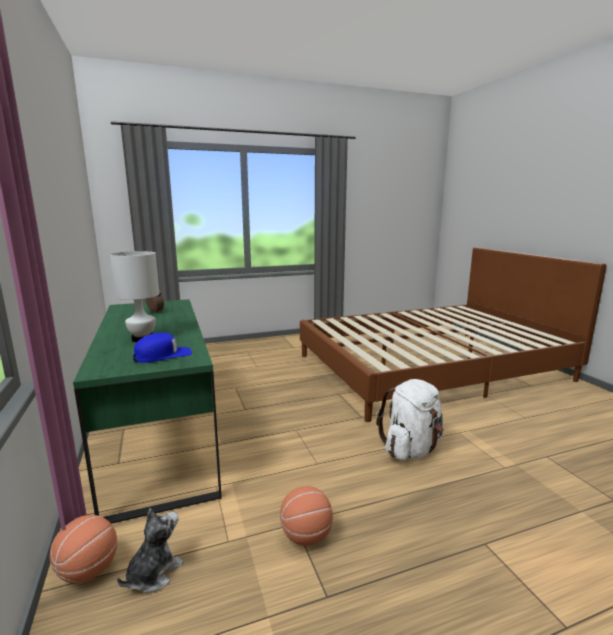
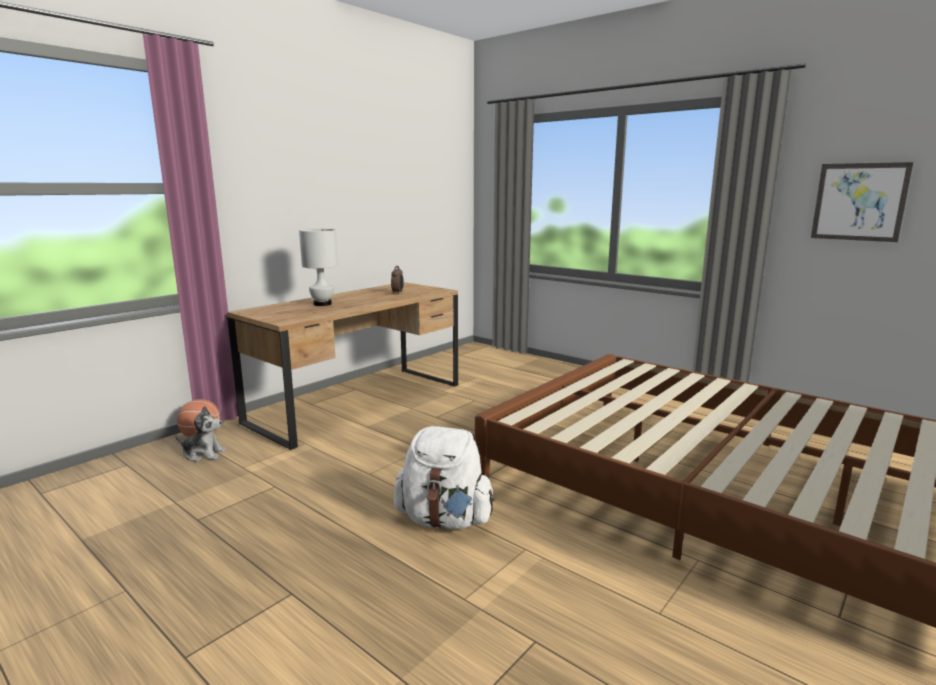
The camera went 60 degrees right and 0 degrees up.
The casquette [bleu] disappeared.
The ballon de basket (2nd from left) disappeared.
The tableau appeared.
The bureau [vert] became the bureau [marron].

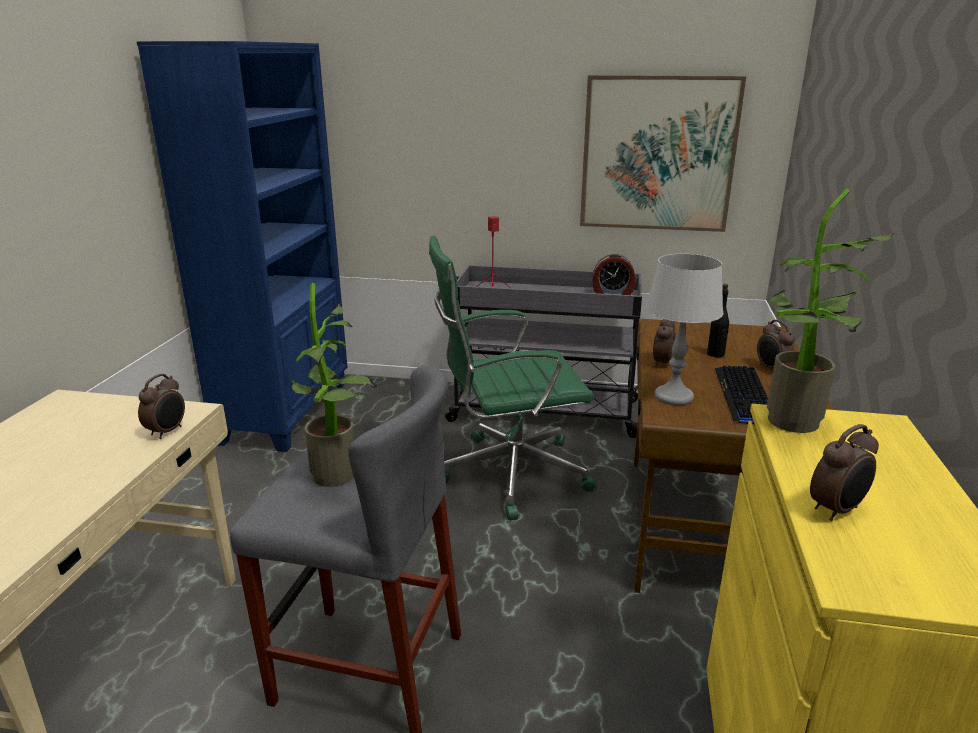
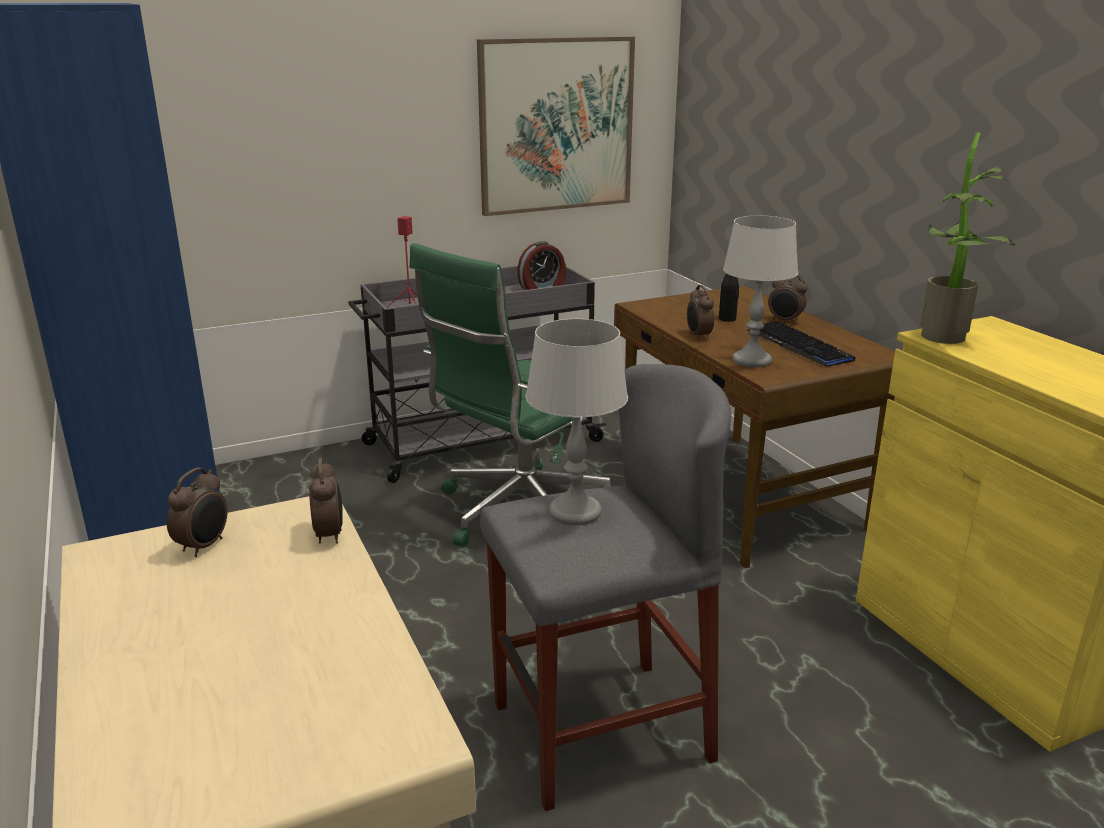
The camera went 35 degrees left and 0 degrees up.
The réveil (5th from left in the first image) moved.
The plante en pot (1st from left) was replaced by the lampe de table [gris] (1st from left).

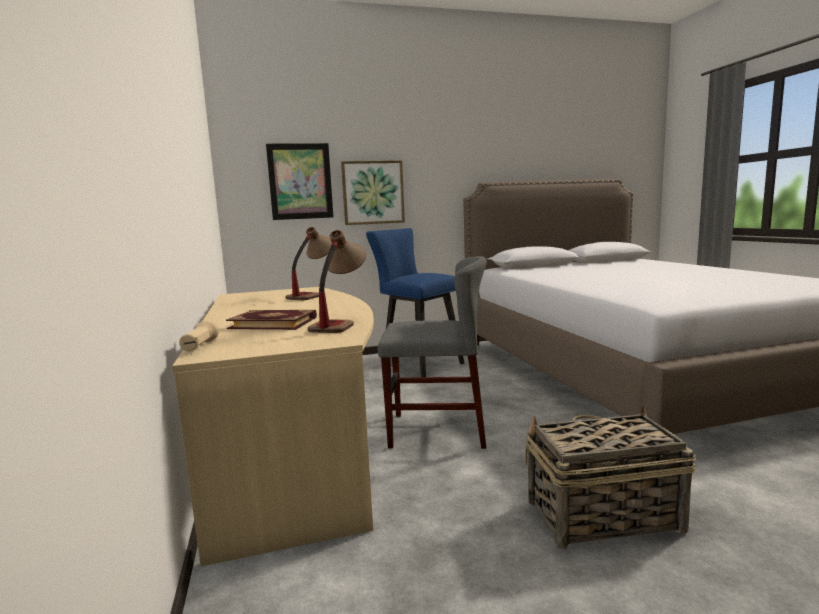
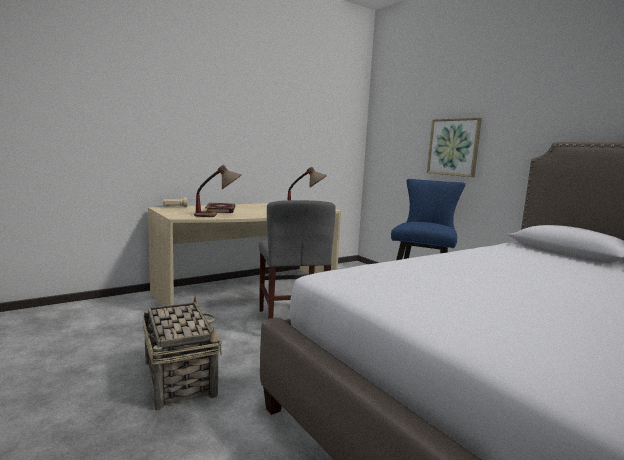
The camera went 70 degrees right and 0 degrees up.
The tableau (1st from left) disappeared.

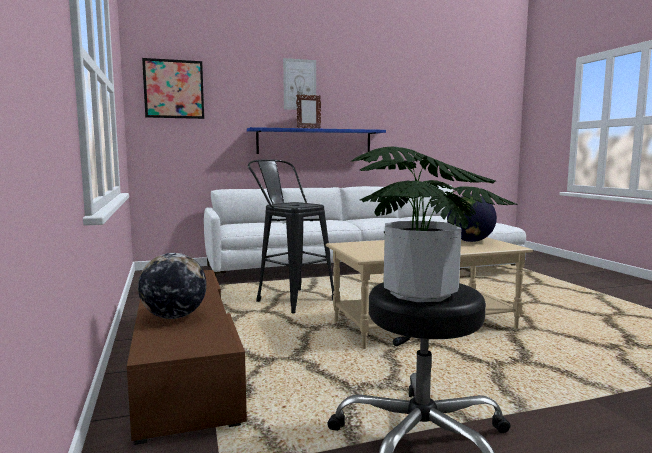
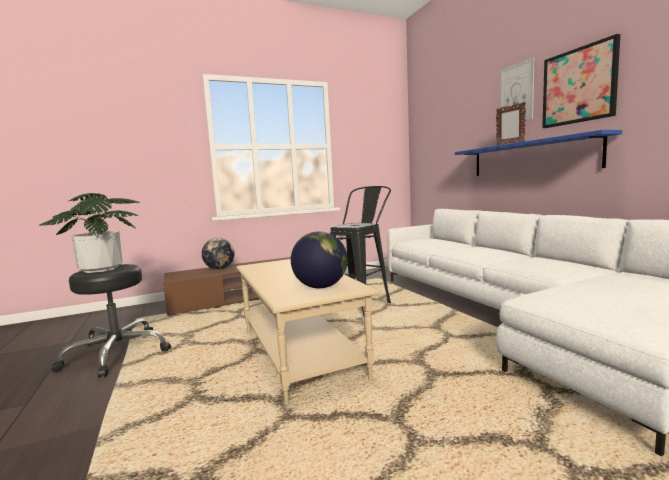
The camera went 85 degrees right and 0 degrees up.
The tableau (1st from left in the first image) moved.

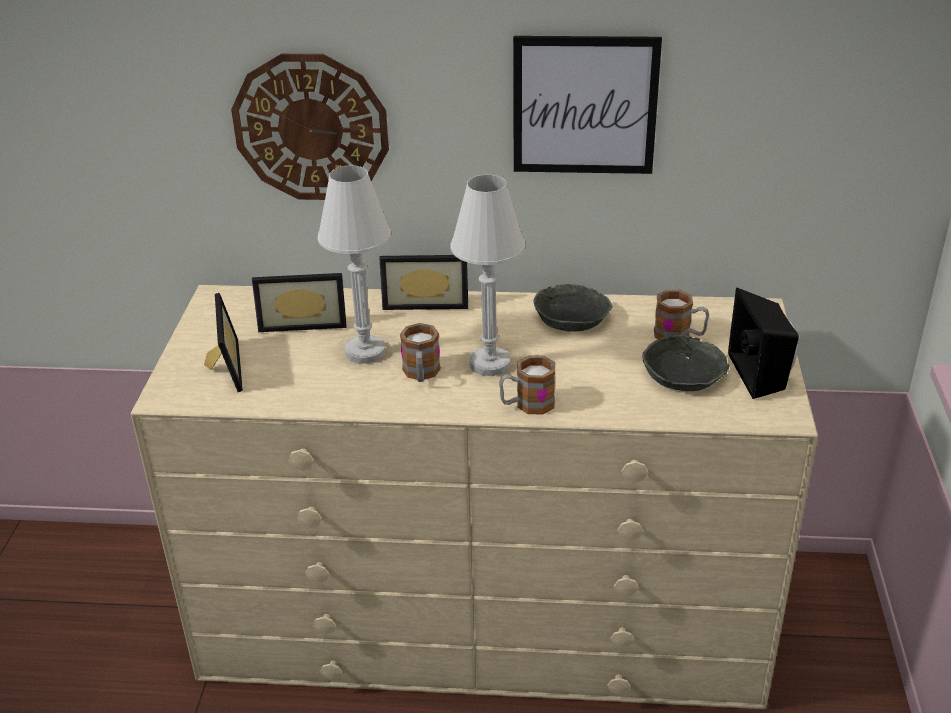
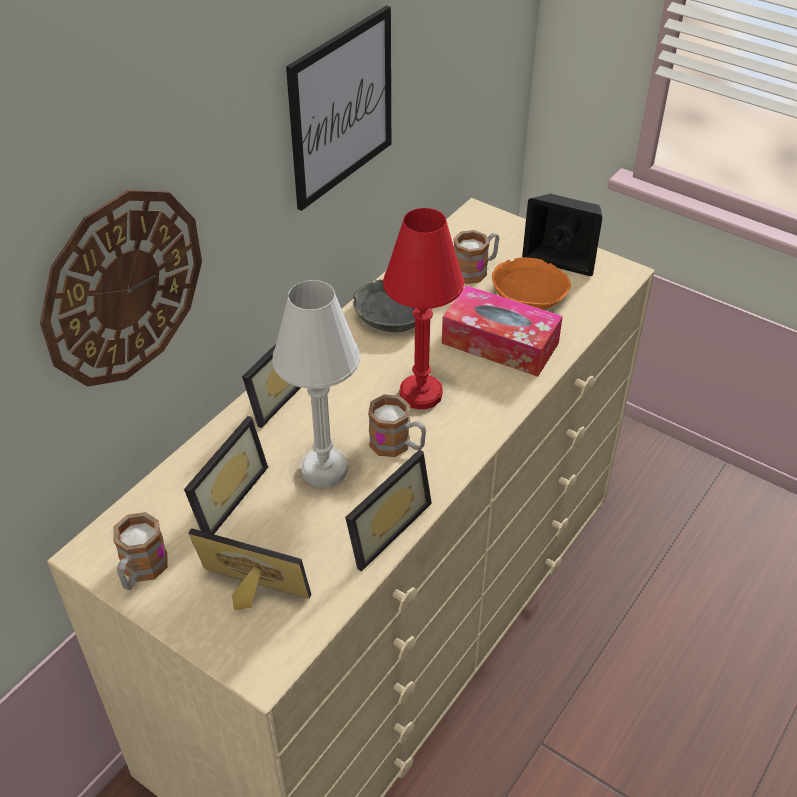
The camera went 60 degrees left and 10 degrees up.
The cadre photo (4th from left) appeared.
The boîte à mouchoirs appeared.
The mug (2nd from left in the first image) moved.
The lampe de table [blanc] (2nd from left) became the lampe de table [rouge].
The bol [gris] (2nd from left) became the bol [orange].

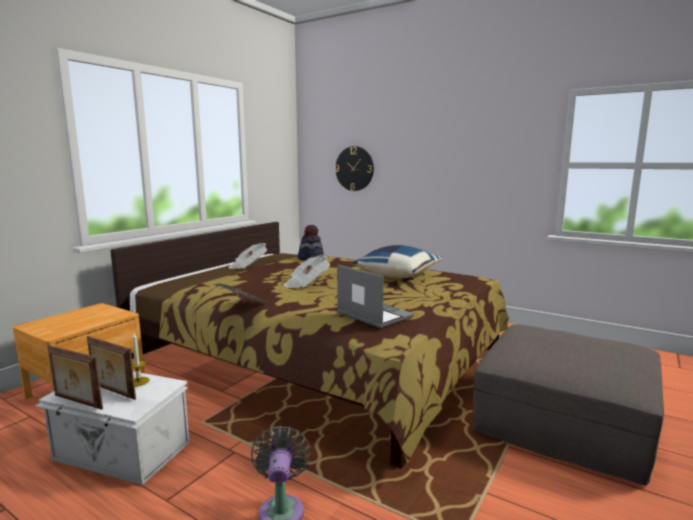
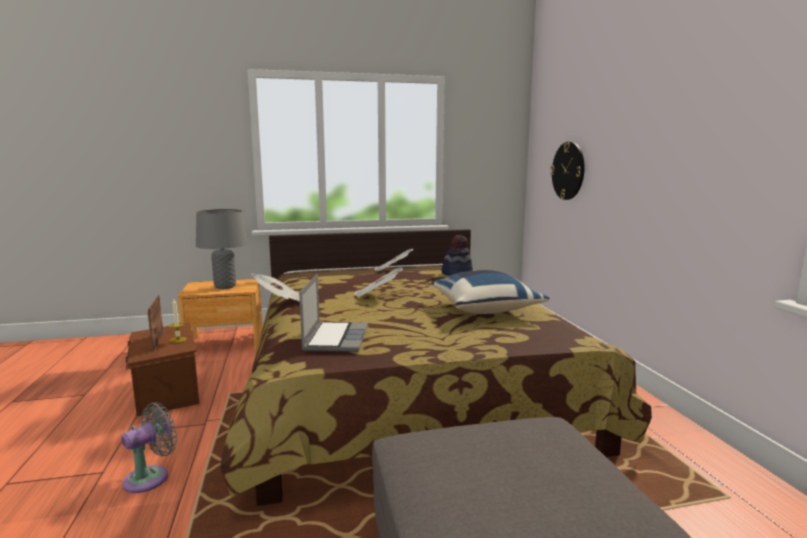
The camera went 45 degrees right and 0 degrees up.
The cadre photo (1st from left) disappeared.
The lampe de table [gris] appeared.
The boîte de rangement [blanc] became the boîte de rangement [marron].

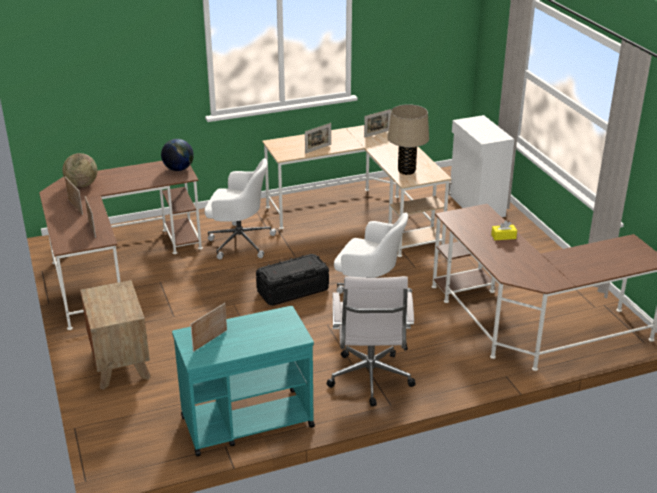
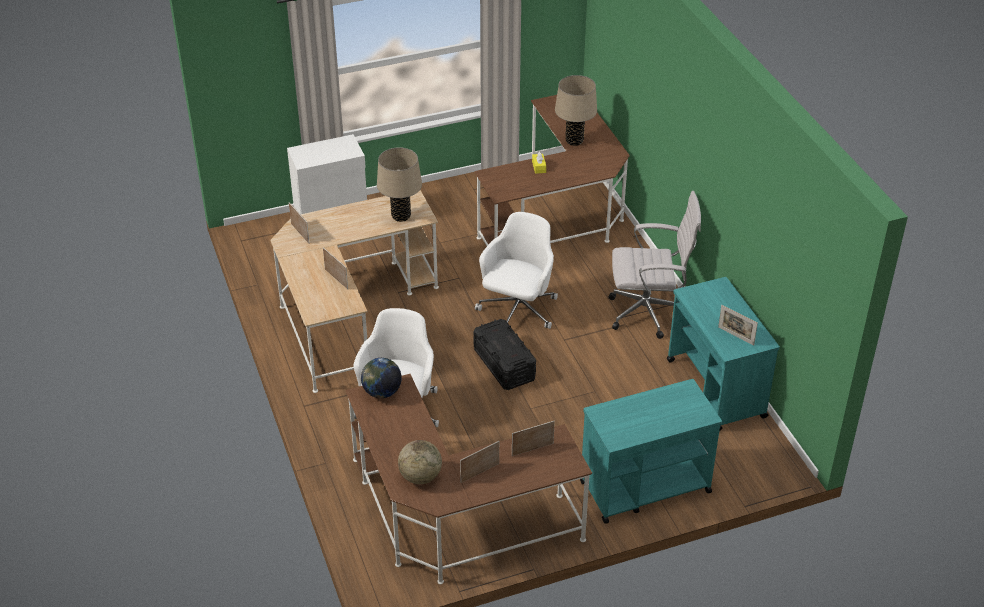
The camera went 90 degrees left and 10 degrees up.
The lampe de table [beige] (2nd from left) appeared.
The table de chevet [marron] was replaced by the chariot [turquoise] (1st from left).

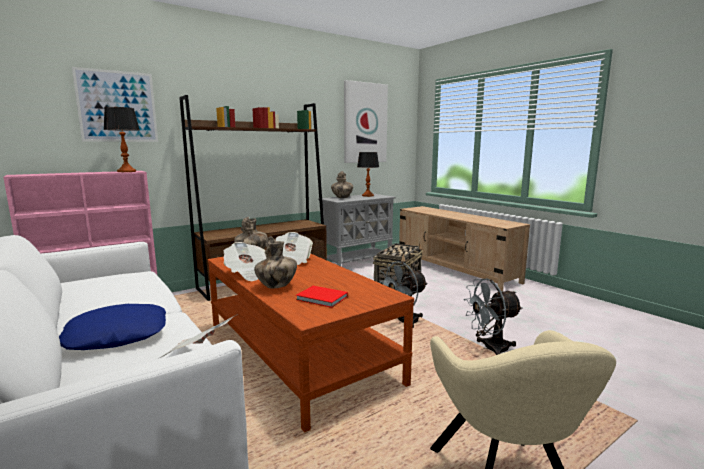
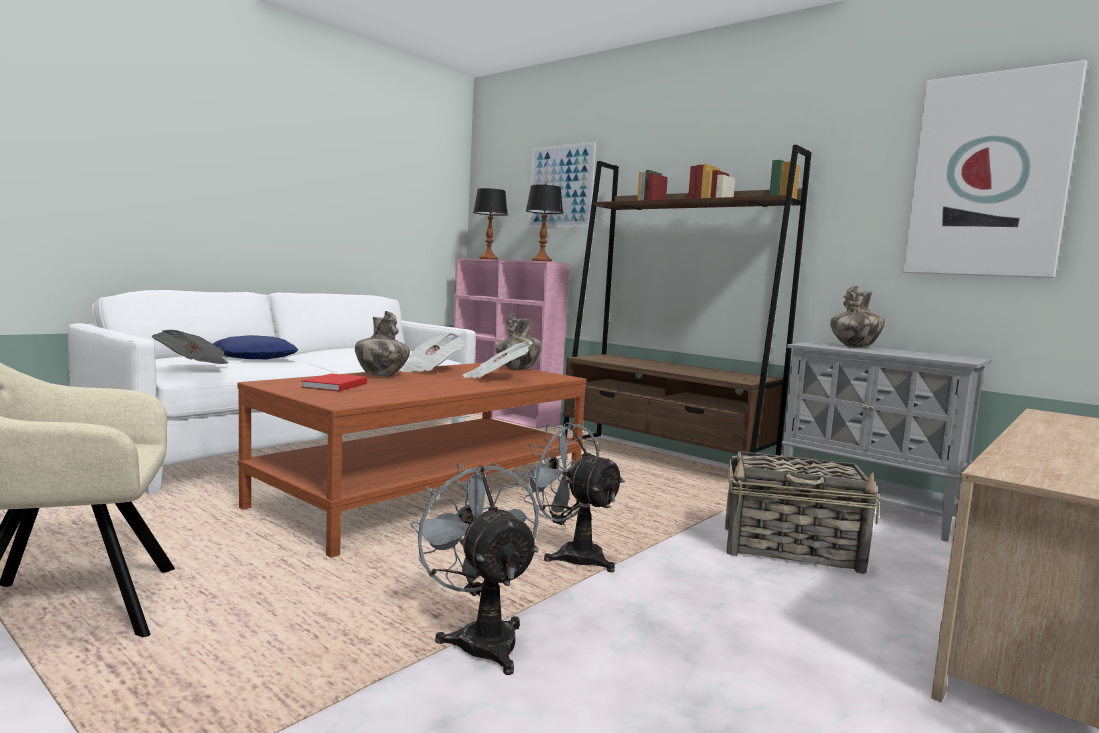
The camera went 75 degrees right and 5 degrees down.
The lampe de table (2nd from left in the first image) moved.

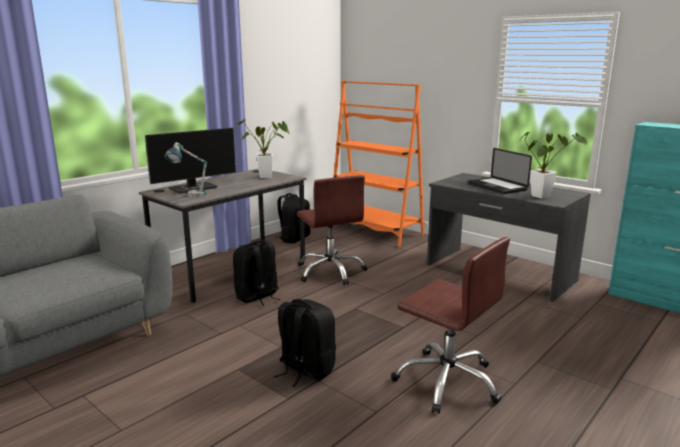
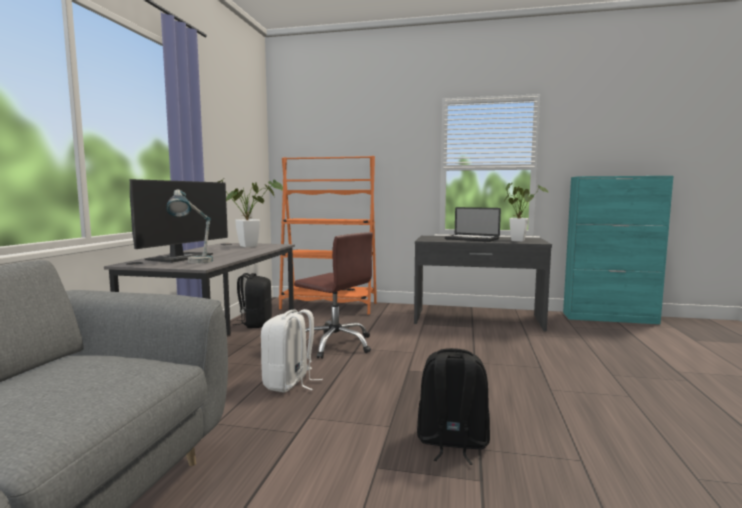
The camera went 30 degrees left and 10 degrees down.
The chaise de bureau [marron] (2nd from left) disappeared.
The sac à dos [noir] (1st from left) became the sac à dos [blanc].

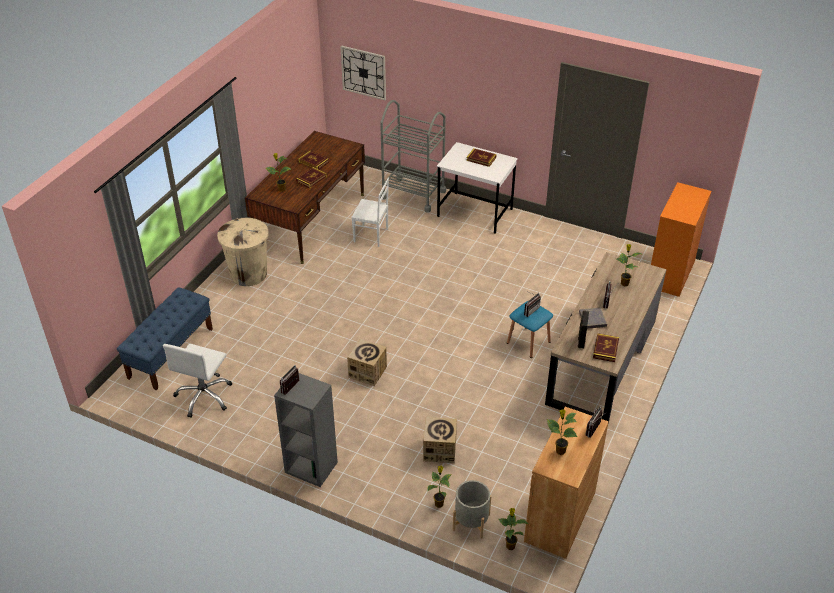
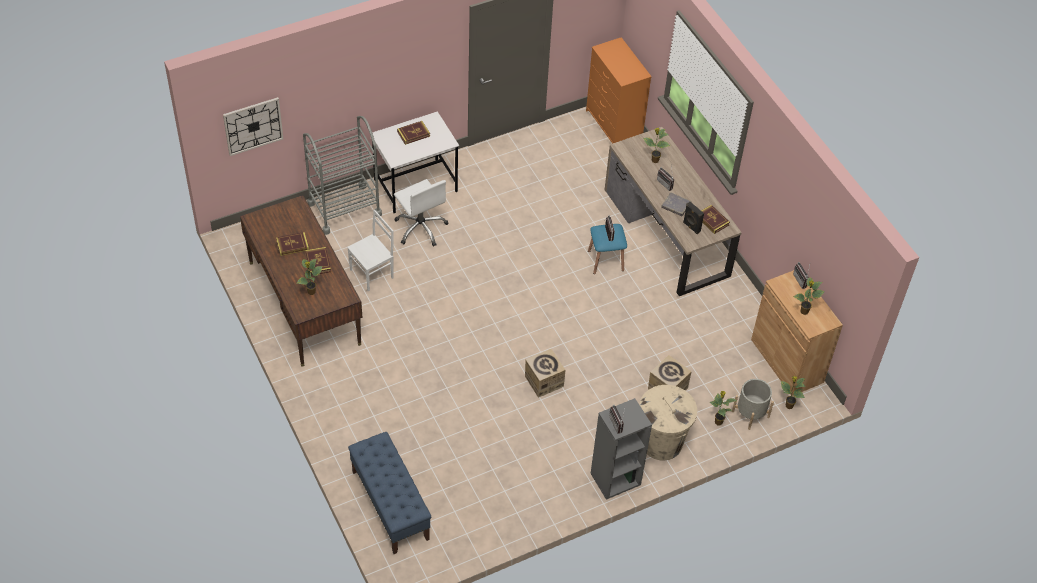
The camera went 55 degrees left and 10 degrees up.
The chaise de bureau [blanc] moved.
The poubelle [beige] moved.

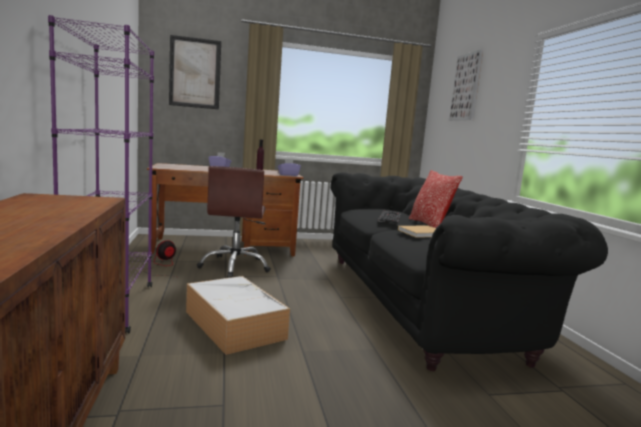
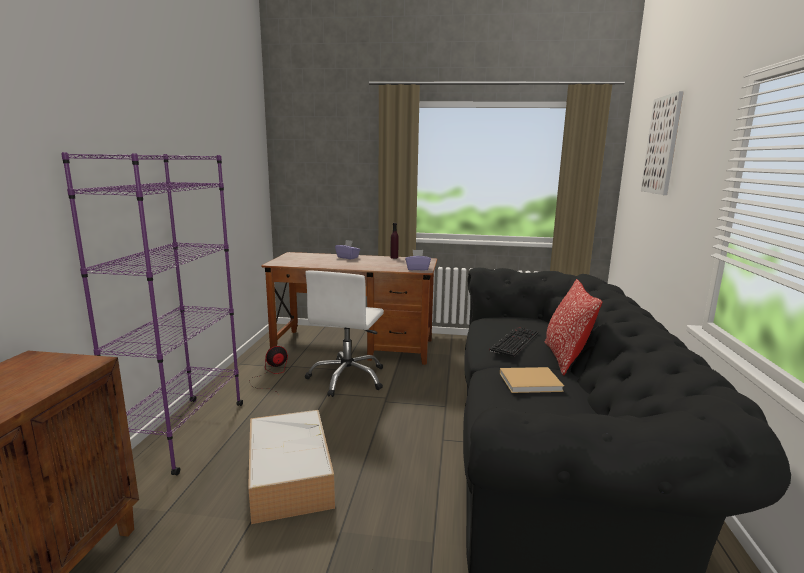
The camera went 20 degrees right and 5 degrees up.
The tableau (1st from left) disappeared.
The chaise de bureau [marron] became the chaise de bureau [blanc].

